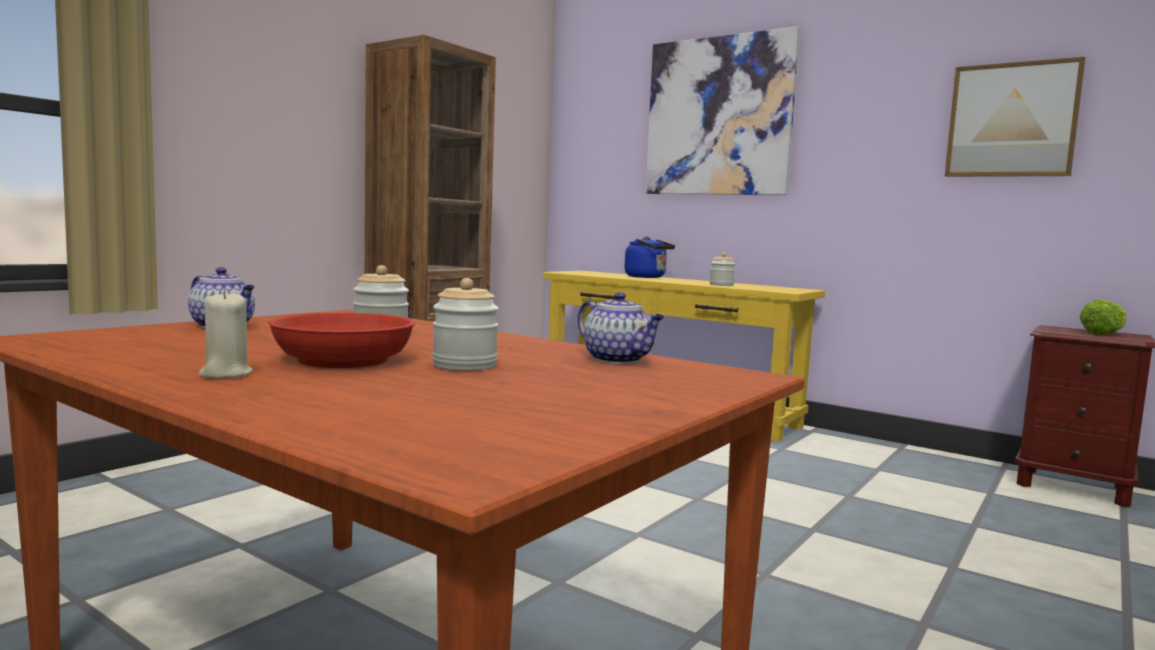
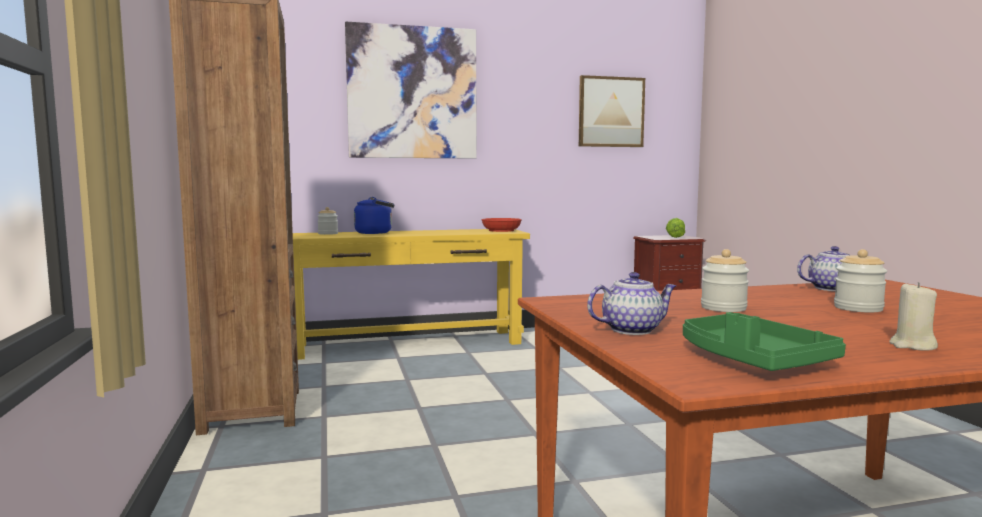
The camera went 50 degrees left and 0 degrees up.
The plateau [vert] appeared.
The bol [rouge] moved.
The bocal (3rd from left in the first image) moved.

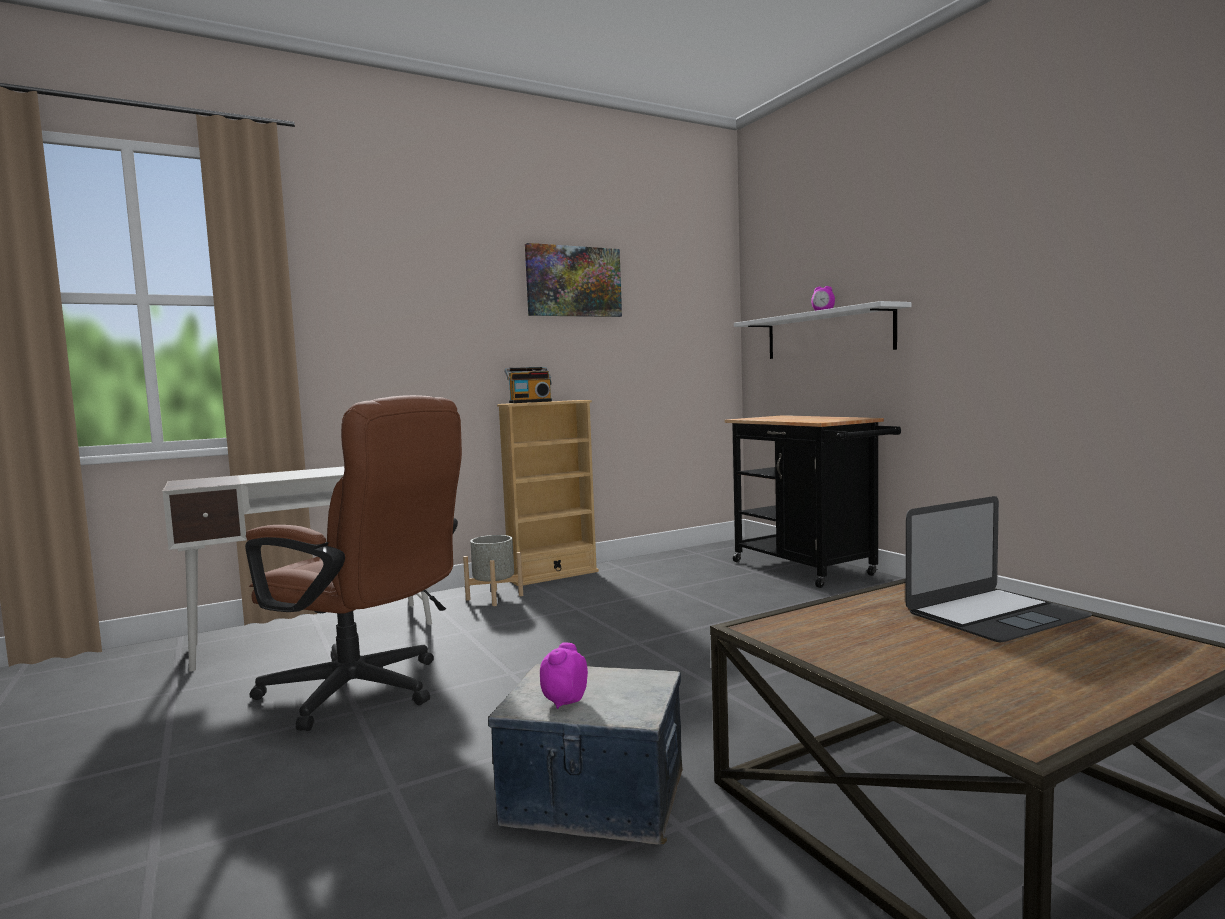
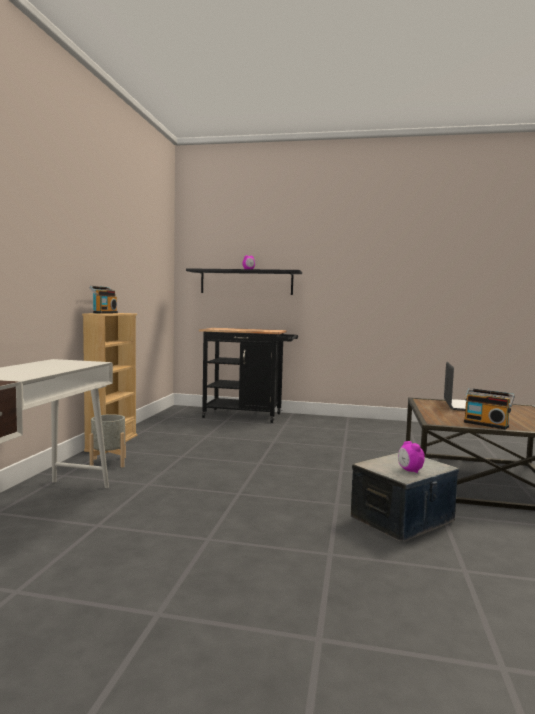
The camera went 50 degrees left and 0 degrees up.
The chaise de bureau [marron] disappeared.
The tableau disappeared.
The radio (2nd from left) appeared.
The étagère [blanc] became the étagère [noir].

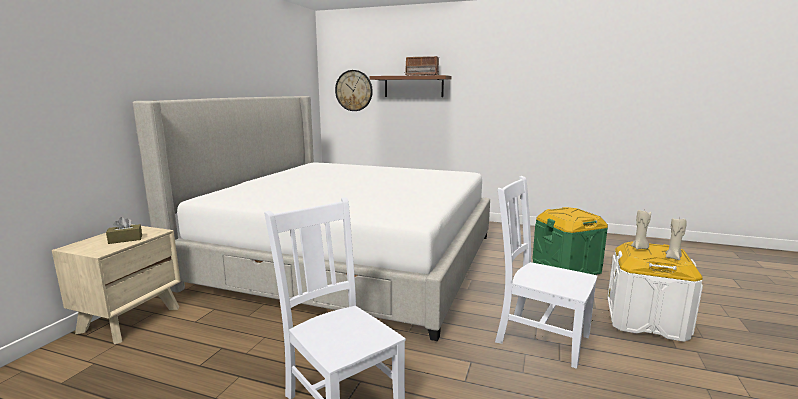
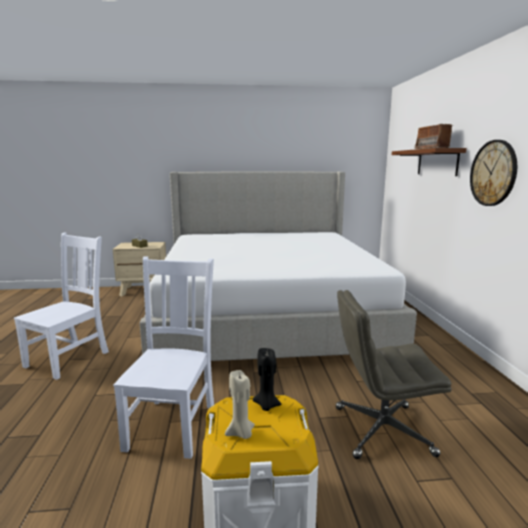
The camera went 65 degrees right and 0 degrees up.
The horloge murale moved.
The boîte de rangement [vert] was replaced by the chaise de bureau [gris].
The bougie [beige] (1st from left) became the bougie [noir].

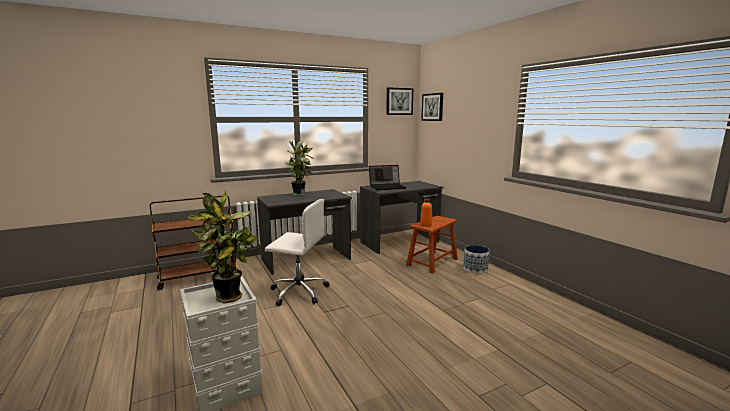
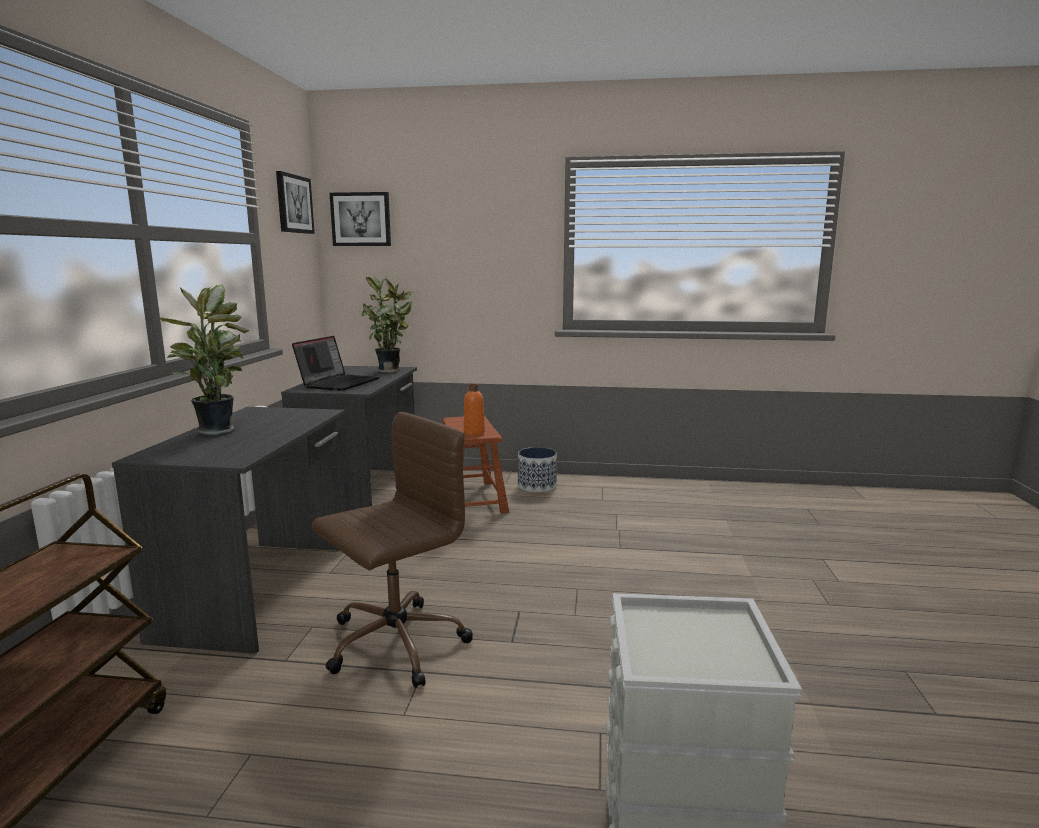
The camera went 55 degrees left and 0 degrees up.
The plante en pot (1st from left in the first image) moved.
The chaise de bureau [blanc] became the chaise de bureau [marron].

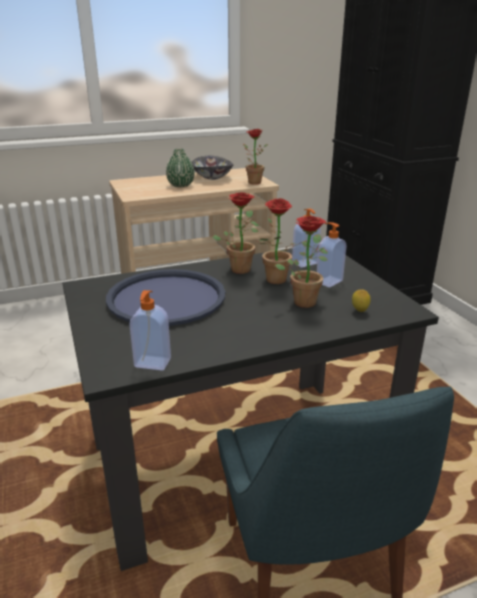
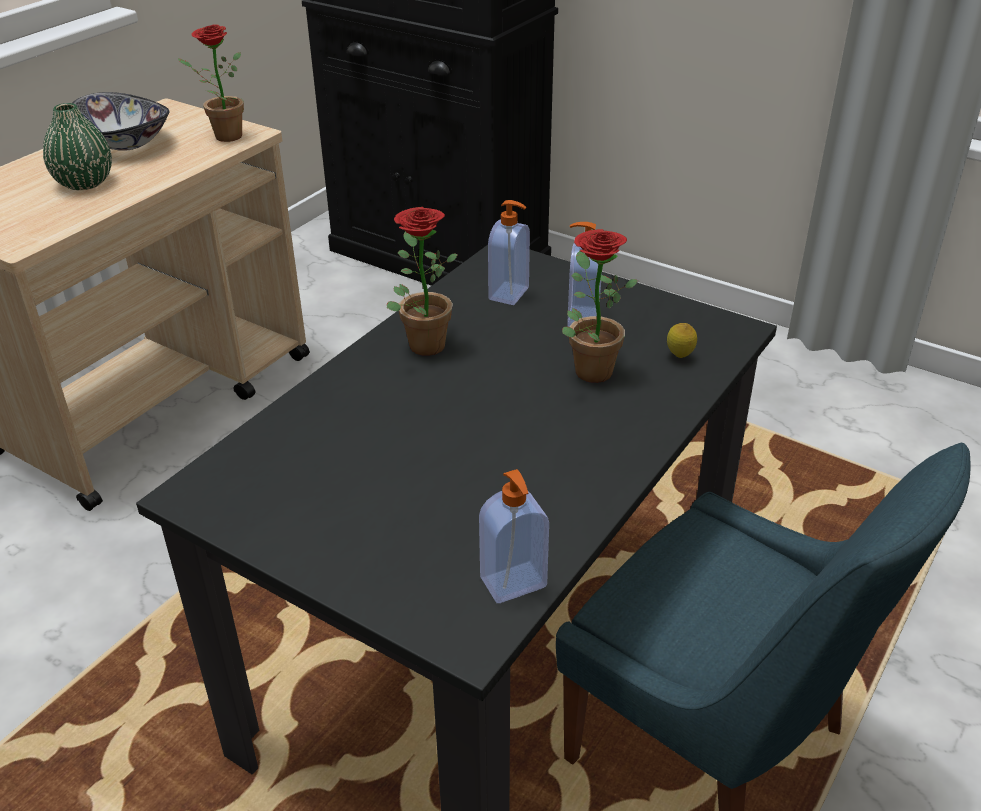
The camera went 35 degrees left and 10 degrees up.
The plateau [bleu] disappeared.
The plante en pot (3rd from left) disappeared.

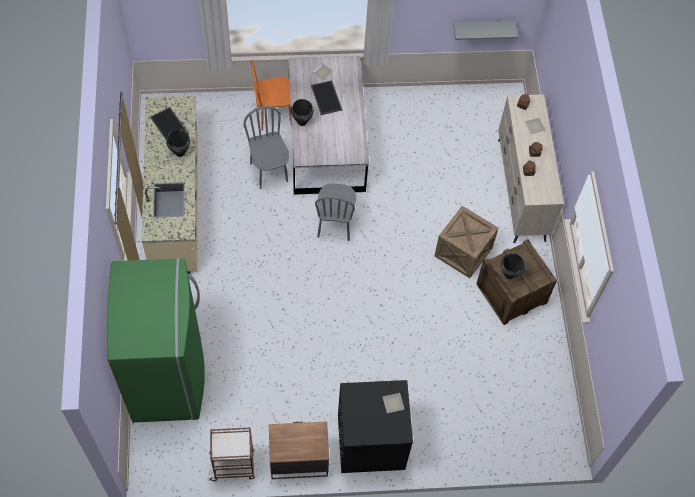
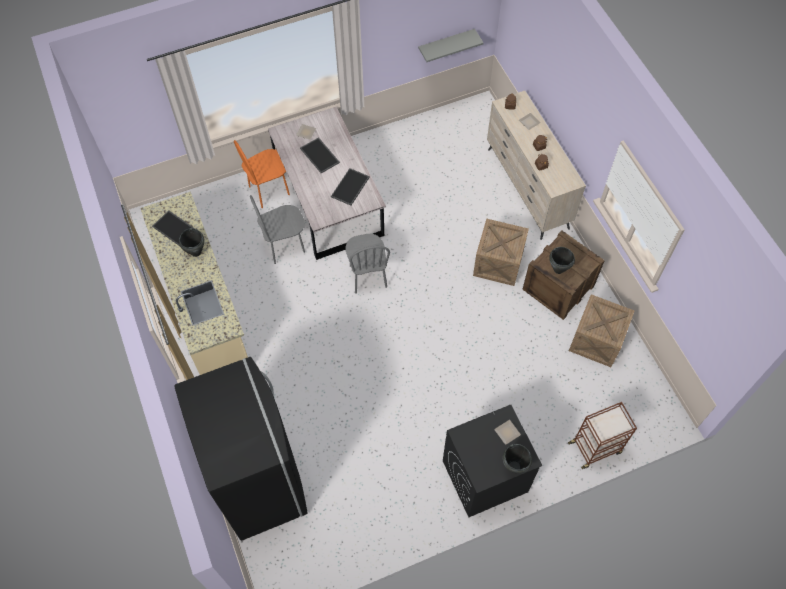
The camera went 15 degrees left and 0 degrees up.
The table de chevet disappeared.
The plateau (3rd from left) appeared.
The caisse (3rd from left) appeared.
The chariot [marron] moved.
The marmite [noir] (2nd from left) moved.
The réfrigérateur [vert] became the réfrigérateur [noir].
The chaise [gris] (1st from left) turned 75 degrees counterclockwise.

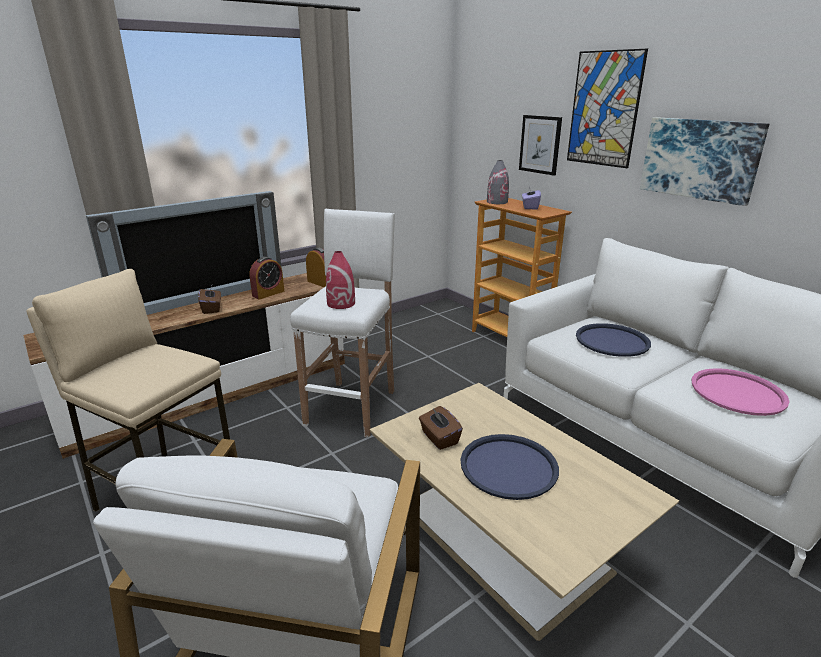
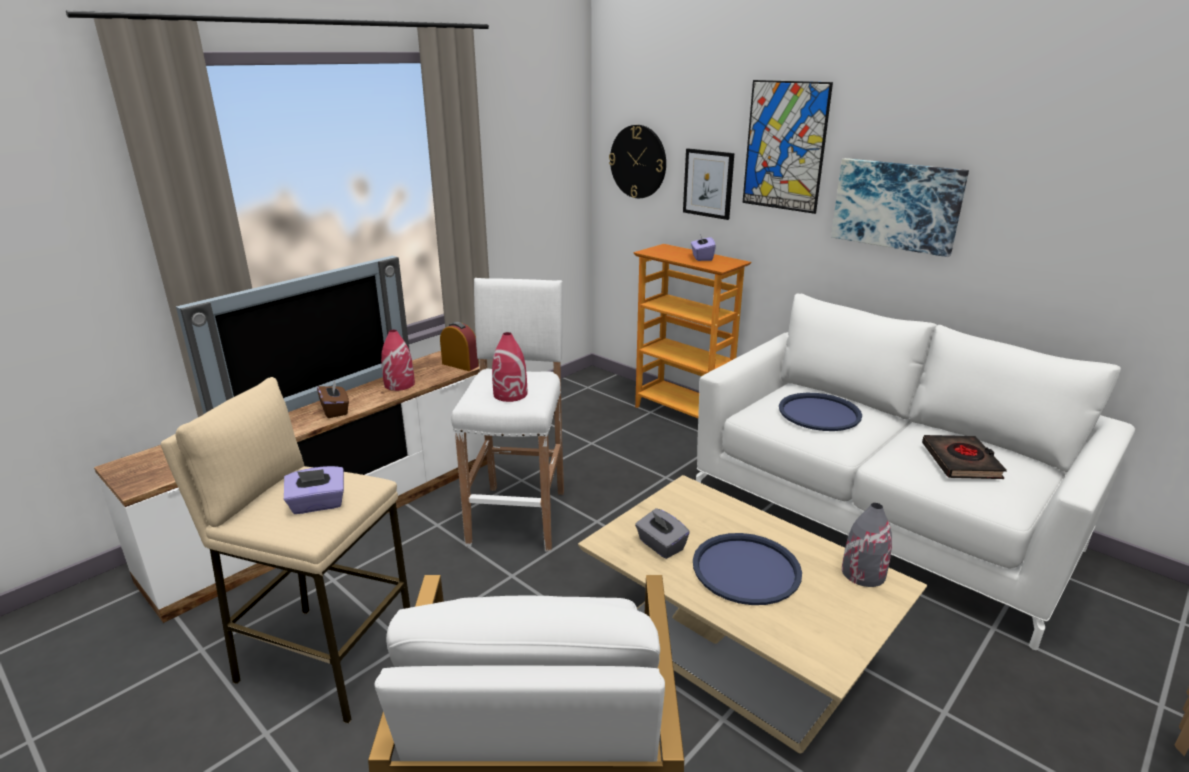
The camera went 10 degrees left and 0 degrees up.
The boîte à mouchoirs [violet] (1st from left) appeared.
The horloge murale appeared.
The vase [gris] moved.
The réveil (1st from left) was replaced by the vase [rouge] (1st from left).
The plateau [rose] was replaced by the livre [noir].
The boîte à mouchoirs [marron] (2nd from left) became the boîte à mouchoirs [gris].

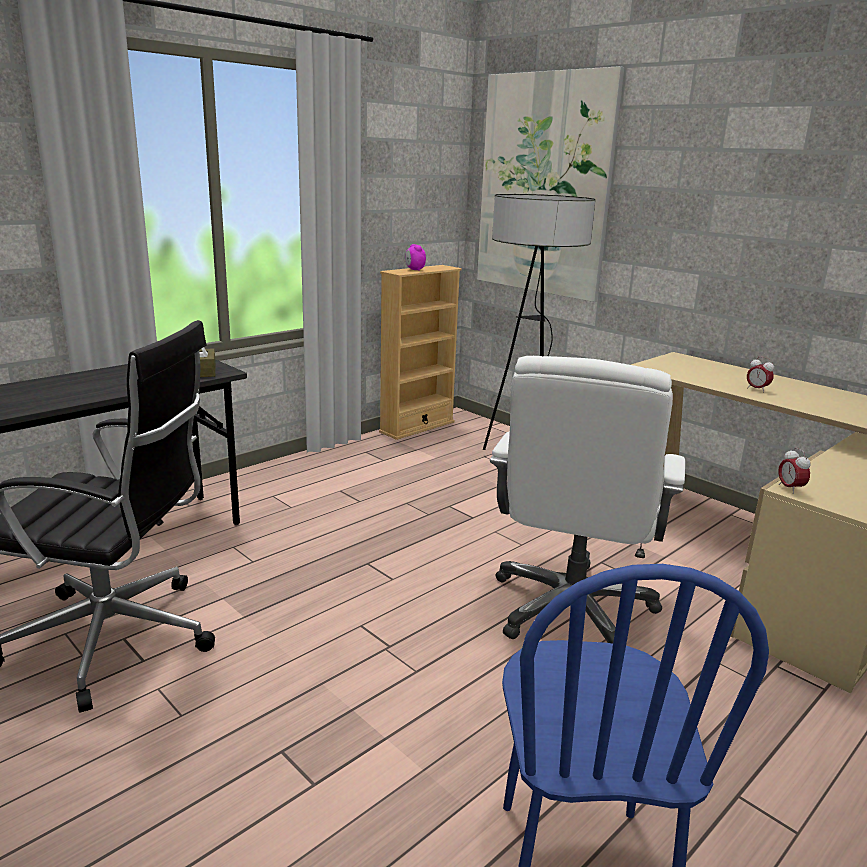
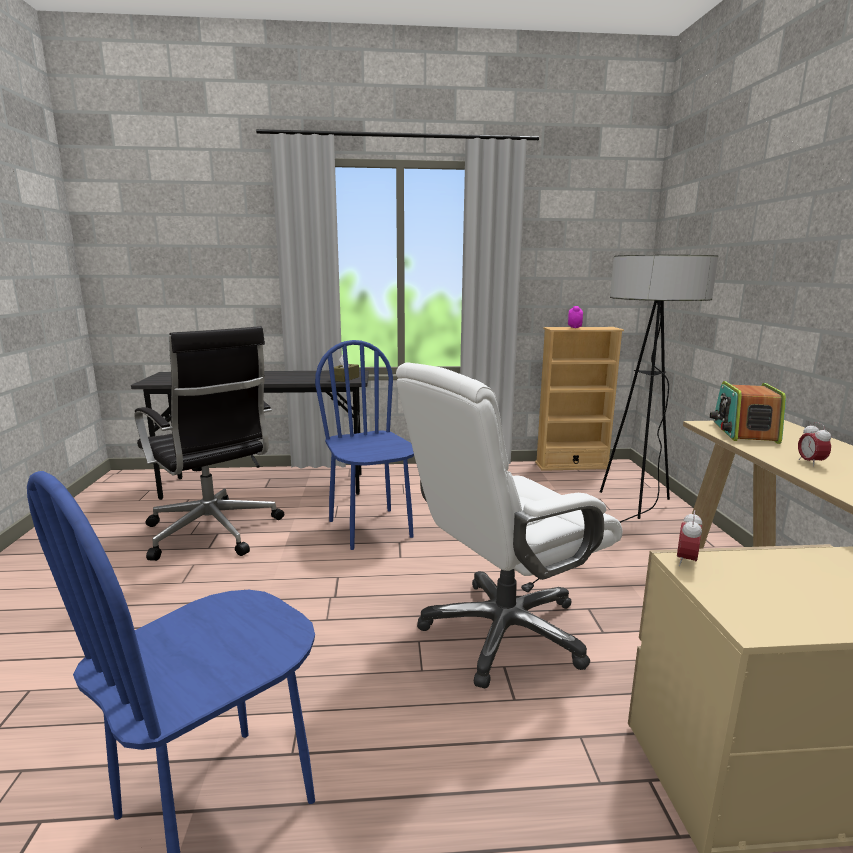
The camera went 40 degrees right and 5 degrees down.
The tableau disappeared.
The chaise [bleu] (2nd from left) appeared.
The radio appeared.

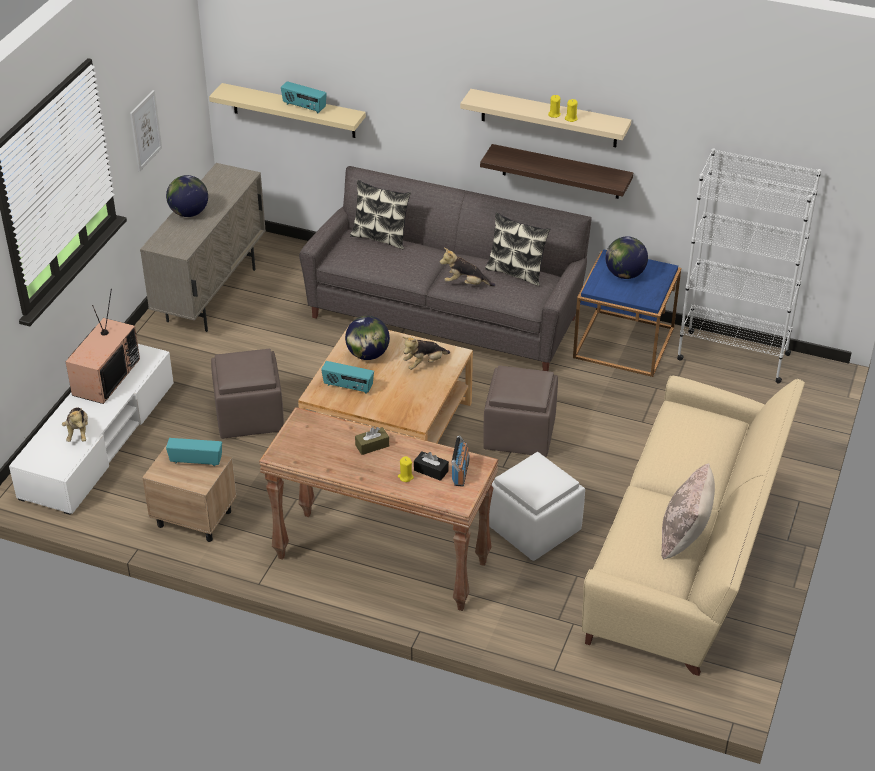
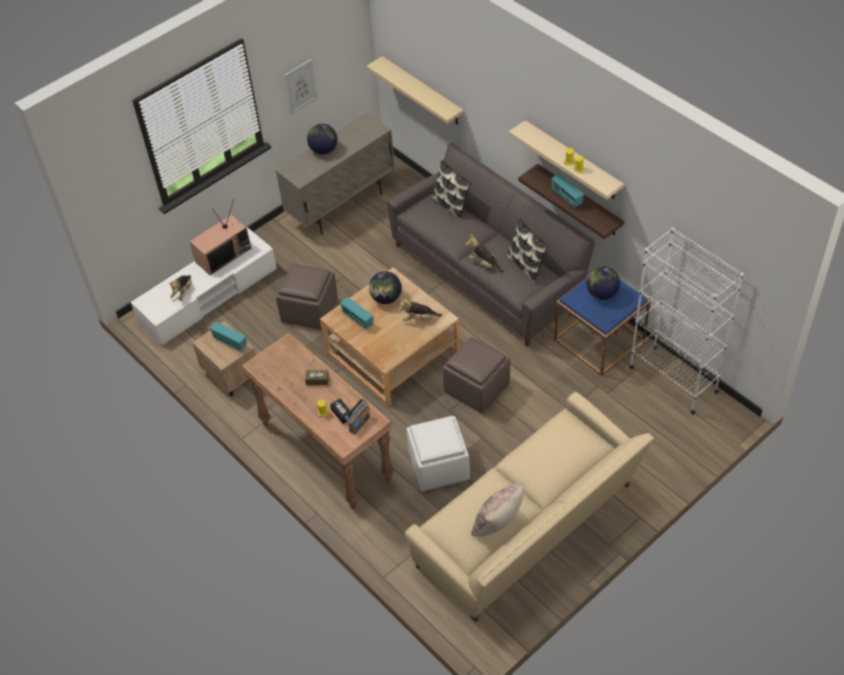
The camera went 30 degrees right and 10 degrees up.
The radio (2nd from left in the first image) moved.

